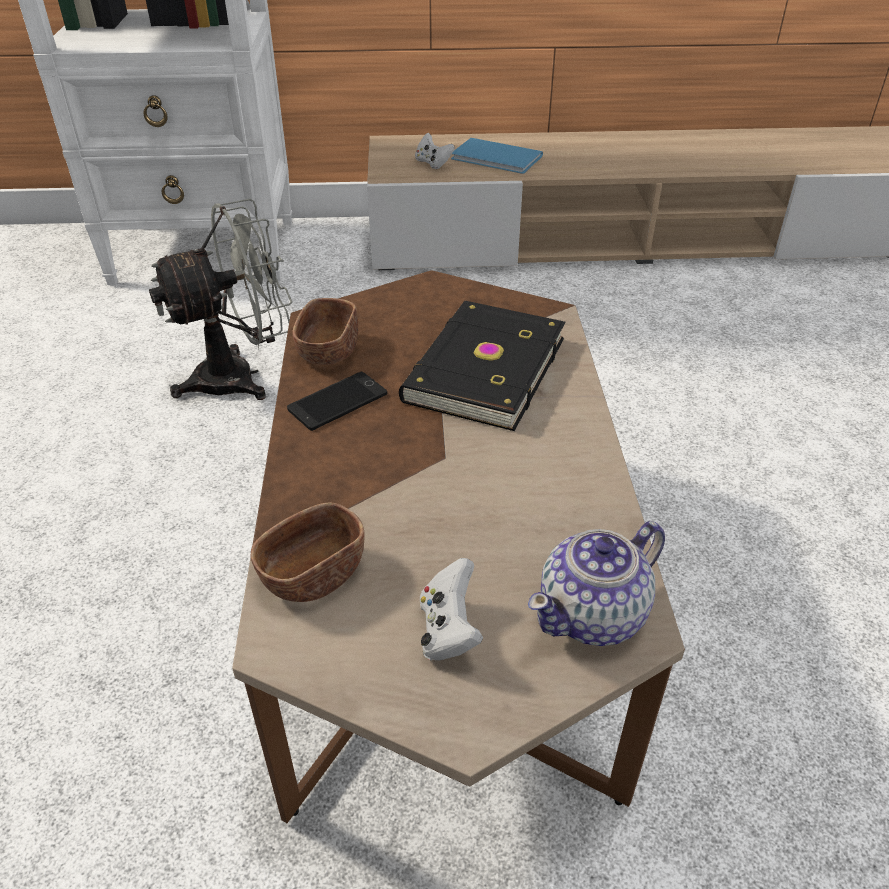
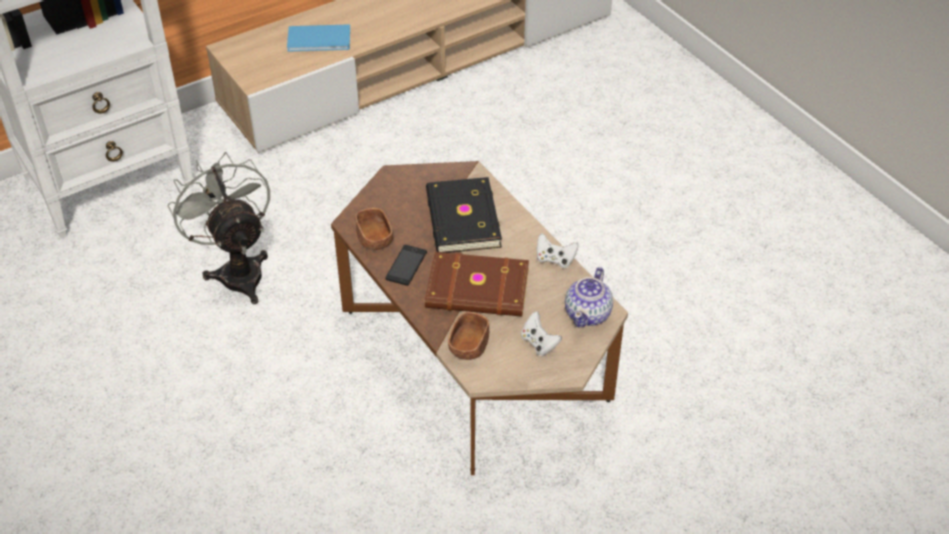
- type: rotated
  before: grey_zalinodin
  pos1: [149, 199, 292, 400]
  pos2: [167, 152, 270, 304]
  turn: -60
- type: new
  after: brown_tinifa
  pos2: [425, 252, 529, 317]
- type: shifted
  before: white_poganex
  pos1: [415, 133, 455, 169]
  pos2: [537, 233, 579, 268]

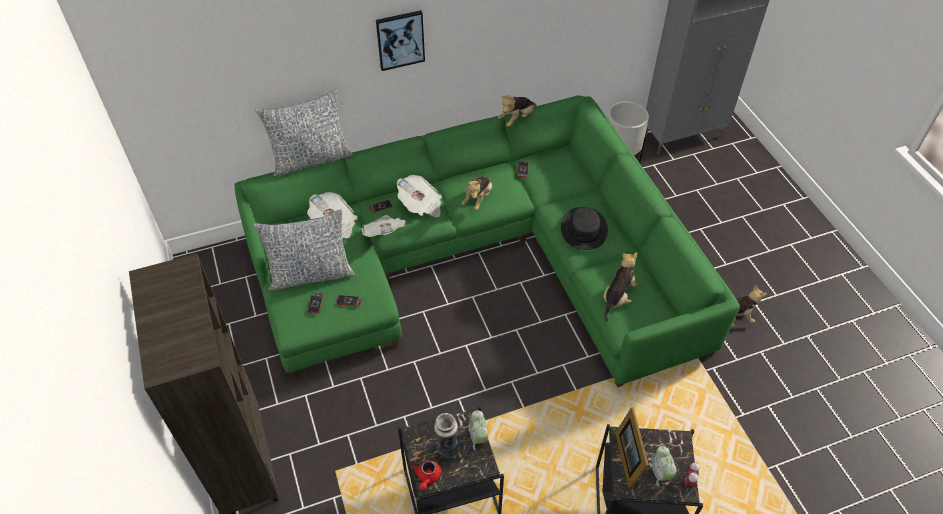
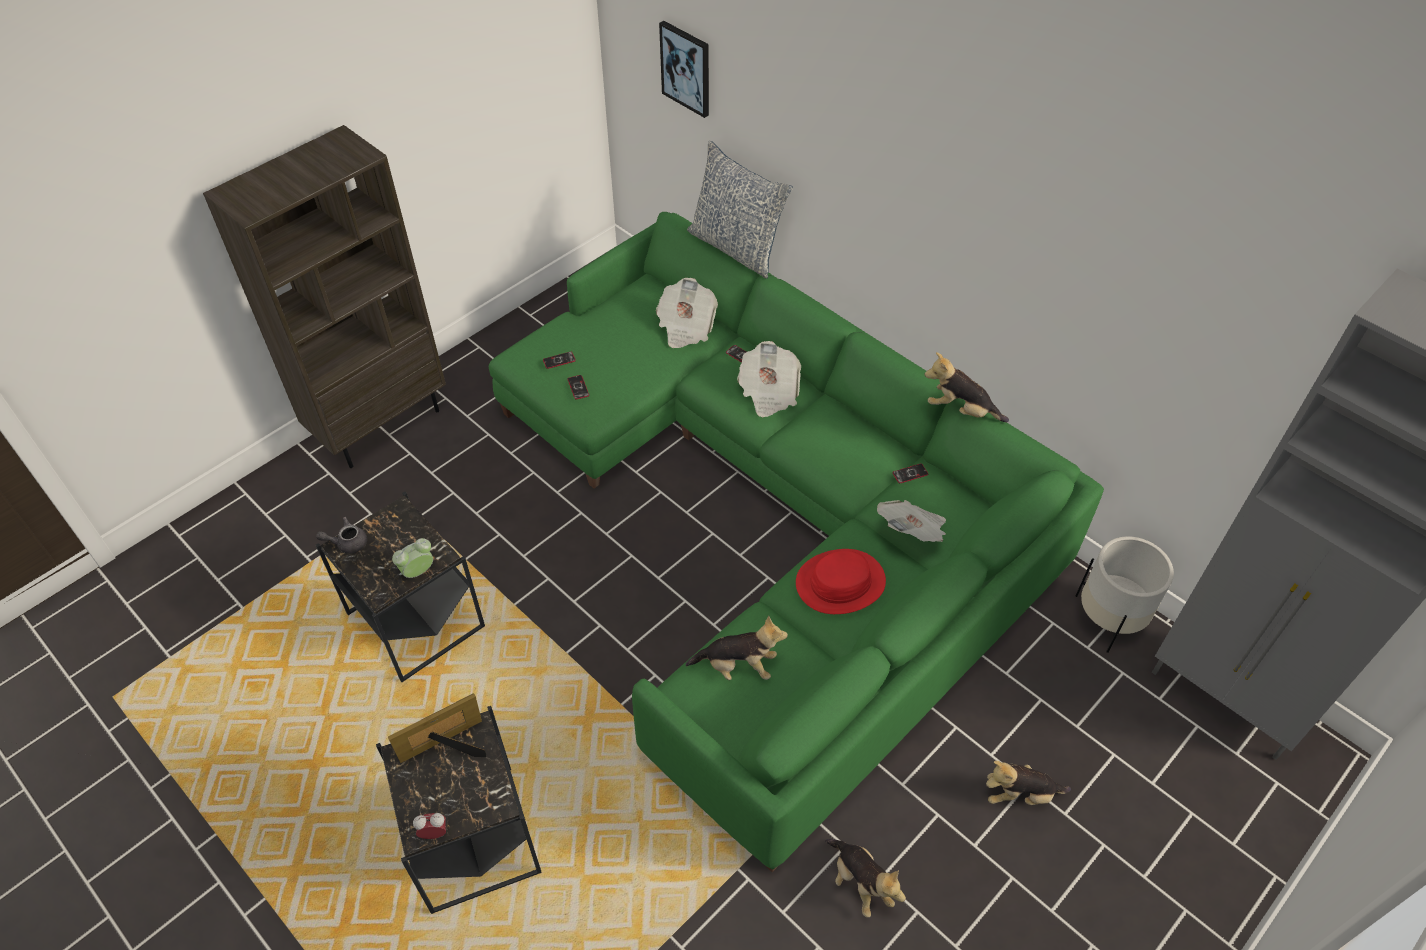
- type: repainted
  before: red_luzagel
  after: grey_luzagel
  pos1: [411, 460, 441, 490]
  pos2: [316, 517, 367, 554]
- type: shifted
  before: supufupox
  pos1: [376, 10, 425, 71]
  pos2: [659, 21, 709, 118]
- type: repainted
  before: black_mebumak
  after: red_mebumak
  pos1: [561, 207, 608, 250]
  pos2: [796, 549, 886, 614]
- type: shifted
  before: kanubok
  pos1: [361, 215, 406, 237]
  pos2: [877, 500, 946, 542]
- type: shifted
  before: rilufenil
  pos1: [462, 176, 492, 210]
  pos2: [986, 760, 1071, 805]
- type: gone
  before: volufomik
  pos1: [253, 209, 355, 290]
- type: gone
  before: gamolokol
  pos1: [434, 413, 459, 458]
- type: gone
  before: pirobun
  pos1: [649, 446, 677, 487]

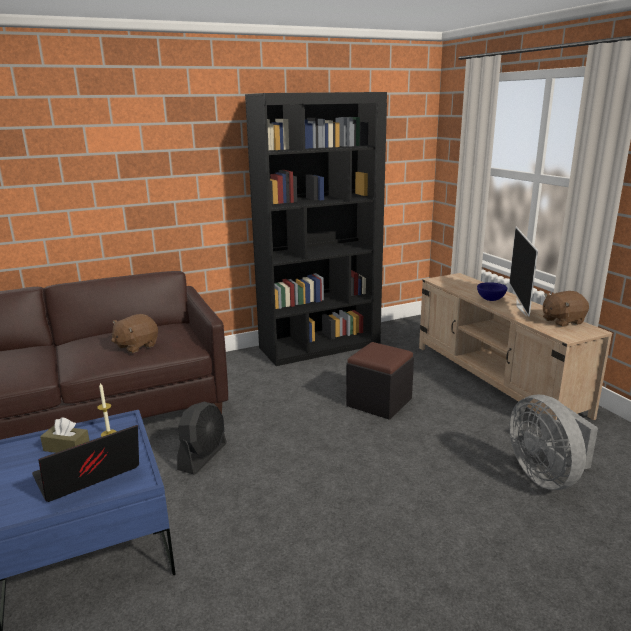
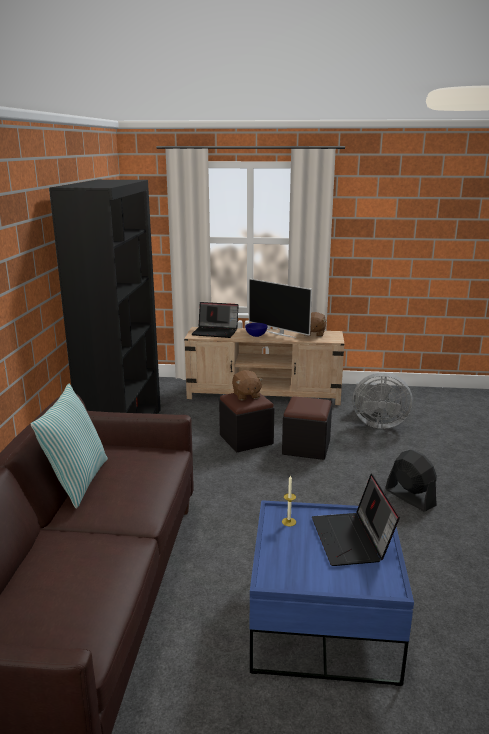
- type: new
  after: volufomik
  pos2: [31, 384, 108, 508]
- type: new
  after: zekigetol
  pos2: [192, 302, 239, 338]
- type: shifted
  before: brown_rilufenil
  pos1: [111, 314, 158, 353]
  pos2: [232, 370, 263, 401]
- type: new
  after: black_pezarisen
  pos2: [282, 396, 332, 460]
- type: shifted
  before: black_zalinodin
  pos1: [177, 402, 227, 475]
  pos2: [385, 450, 437, 512]
- type: gone
  before: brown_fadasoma
  pos1: [40, 417, 90, 453]

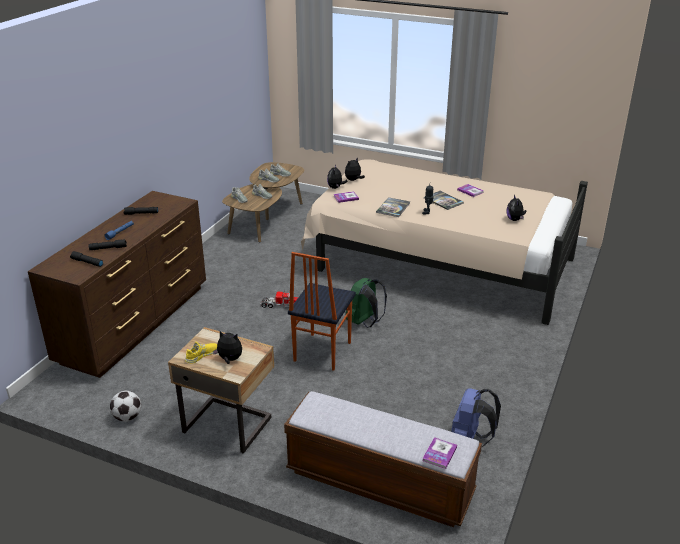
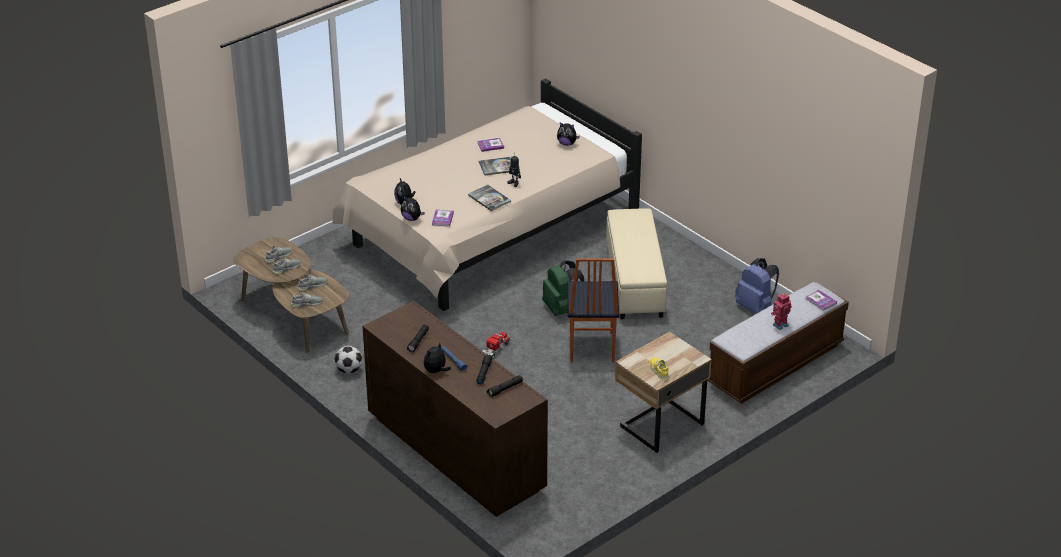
- type: shifted
  before: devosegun
  pos1: [110, 391, 141, 422]
  pos2: [335, 346, 362, 374]
- type: shifted
  before: rilufenil
  pos1: [213, 331, 242, 364]
  pos2: [424, 343, 451, 373]
- type: rotated
  before: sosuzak
  pos1: [288, 252, 356, 371]
  pos2: [567, 258, 619, 363]
  turn: 45
- type: new
  after: beige_pezarisen
  pos2: [606, 208, 667, 319]
- type: new
  after: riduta
  pos2: [771, 293, 792, 330]

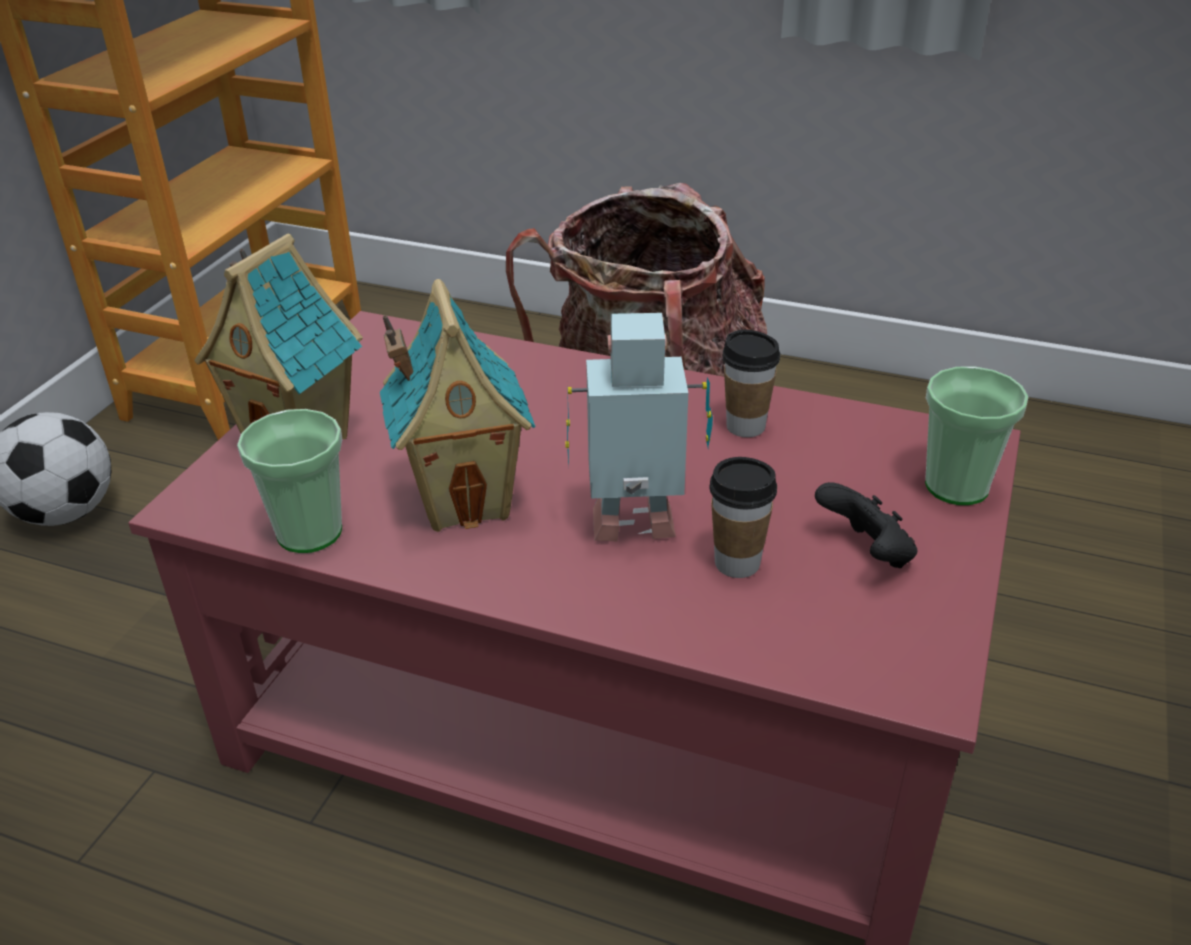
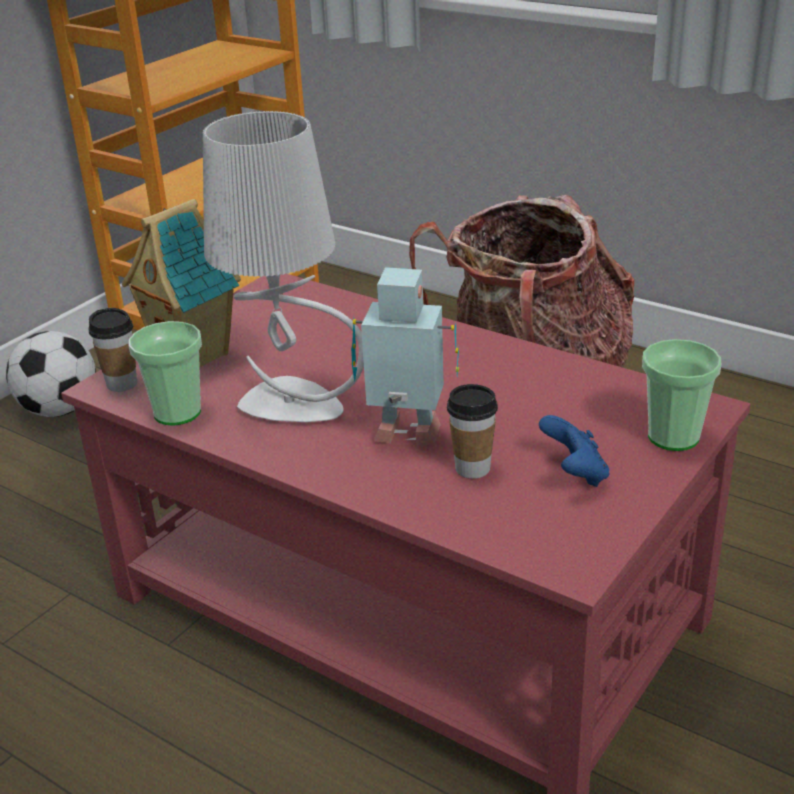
- type: shifted
  before: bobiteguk
  pos1: [723, 329, 780, 437]
  pos2: [88, 308, 137, 392]
- type: swapped
  before: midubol
  after: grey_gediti
  pos1: [380, 279, 535, 532]
  pos2: [203, 111, 364, 422]
- type: repainted
  before: black_poganex
  after: blue_poganex
  pos1: [815, 482, 917, 568]
  pos2: [539, 415, 609, 487]

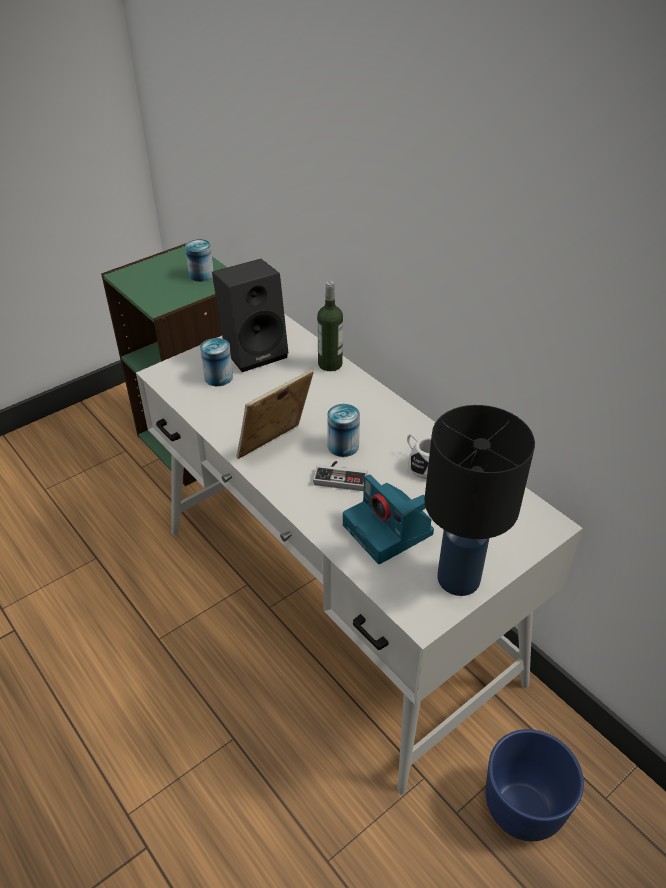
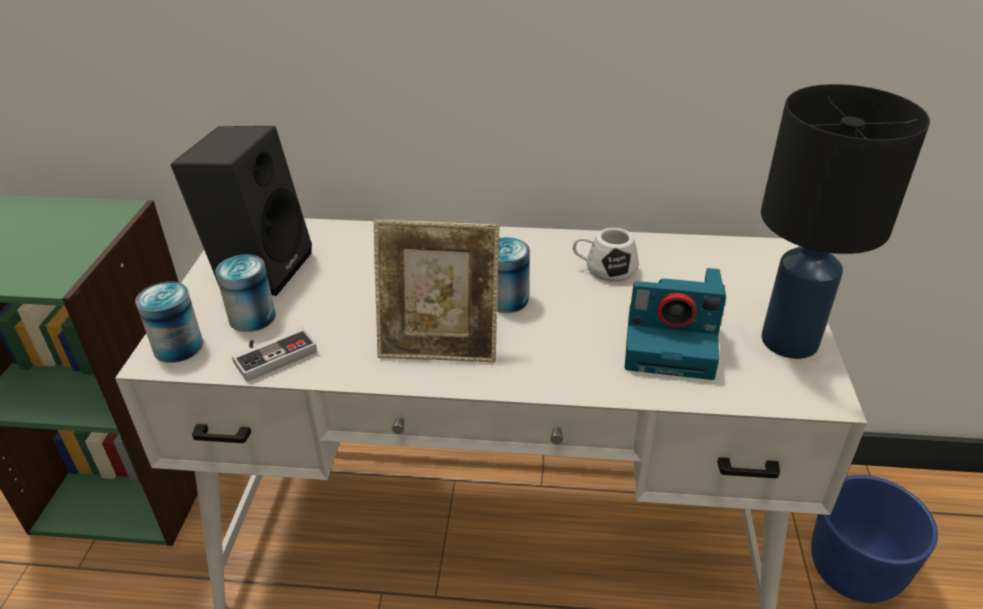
- type: shifted
  before: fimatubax
  pos1: [185, 239, 214, 282]
  pos2: [135, 281, 203, 363]
- type: shifted
  before: poganex
  pos1: [313, 461, 367, 491]
  pos2: [232, 327, 317, 382]
- type: rotated
  before: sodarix
  pos1: [236, 370, 314, 459]
  pos2: [374, 220, 500, 363]
  turn: -90
- type: gone
  before: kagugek
  pos1: [317, 281, 343, 371]

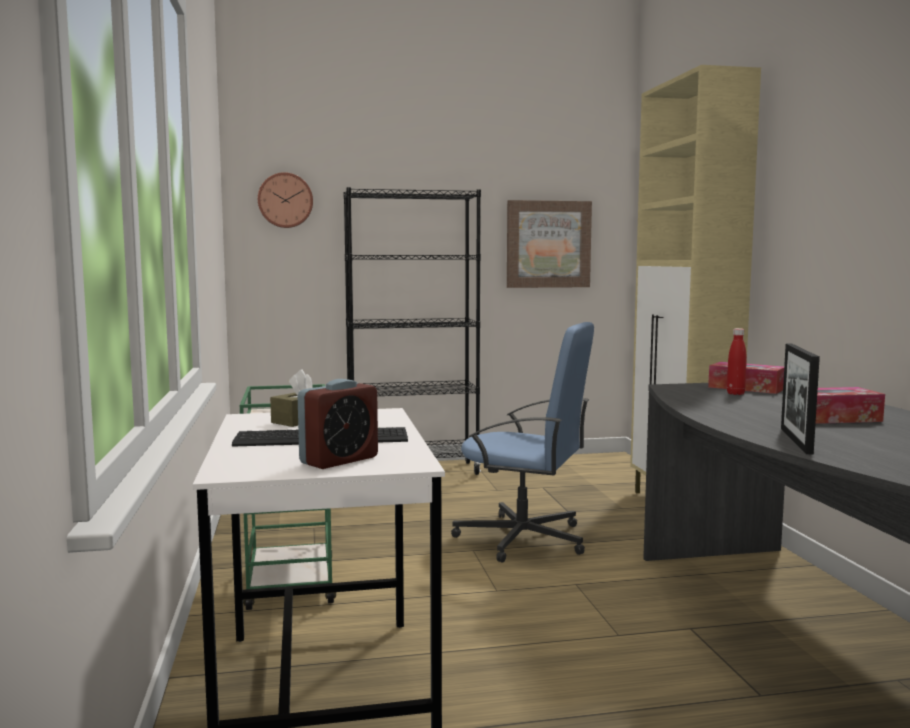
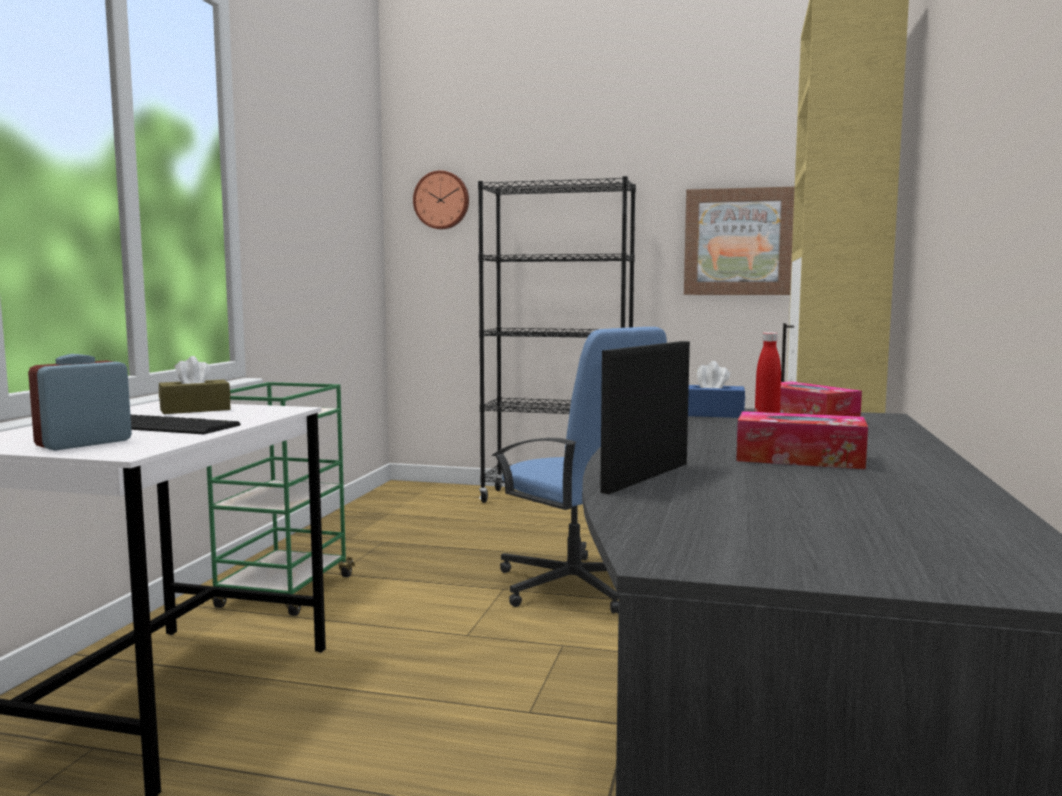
- type: rotated
  before: pirobun
  pos1: [298, 379, 378, 469]
  pos2: [28, 354, 132, 451]
  turn: 150
- type: new
  after: blue_fadasoma
  pos2: [688, 361, 745, 418]

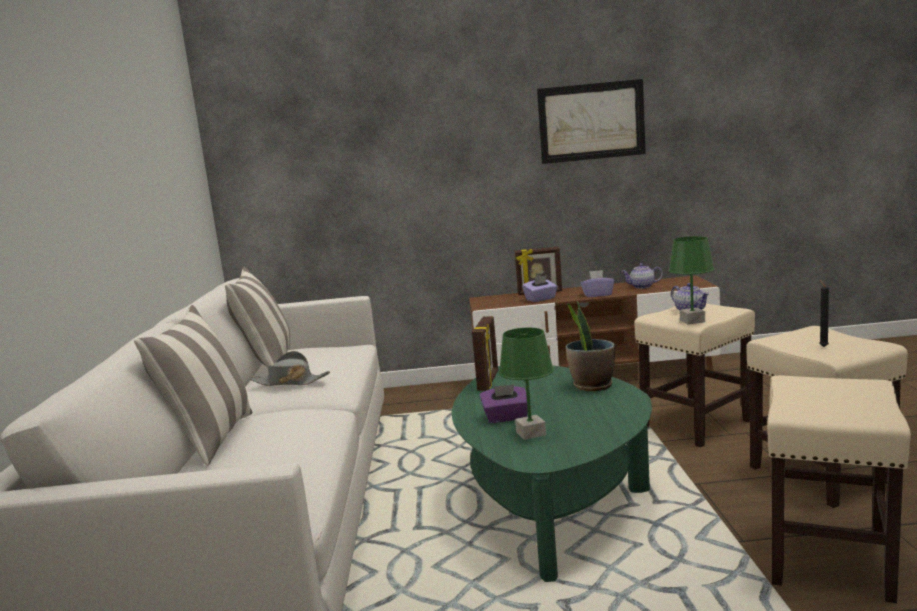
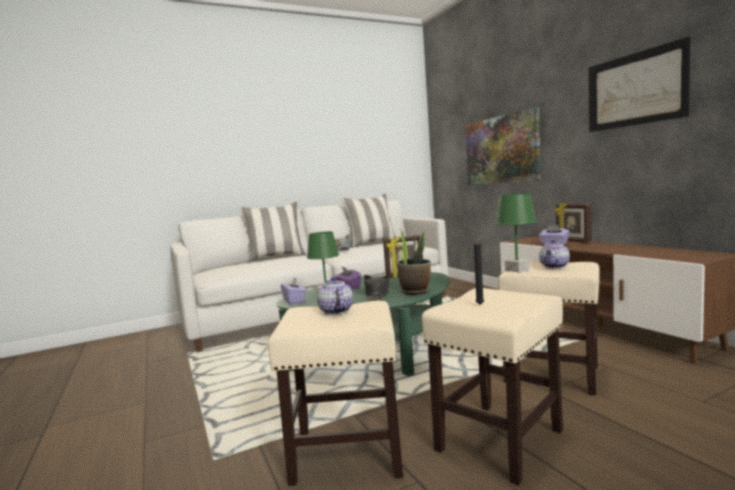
- type: shifted
  before: purple_fadasoma
  pos1: [580, 270, 614, 297]
  pos2: [281, 277, 306, 305]
- type: shifted
  before: luzagel
  pos1: [621, 263, 663, 289]
  pos2: [317, 277, 353, 315]
- type: new
  after: black_mebumak
  pos2: [364, 275, 390, 300]
- type: new
  after: supufupox
  pos2: [465, 107, 541, 185]

